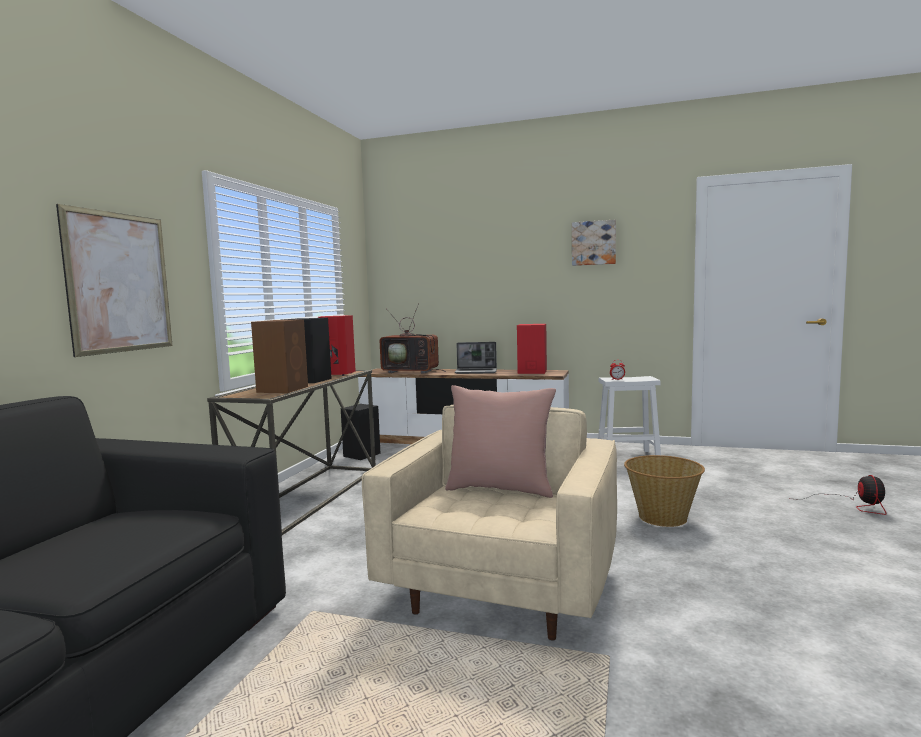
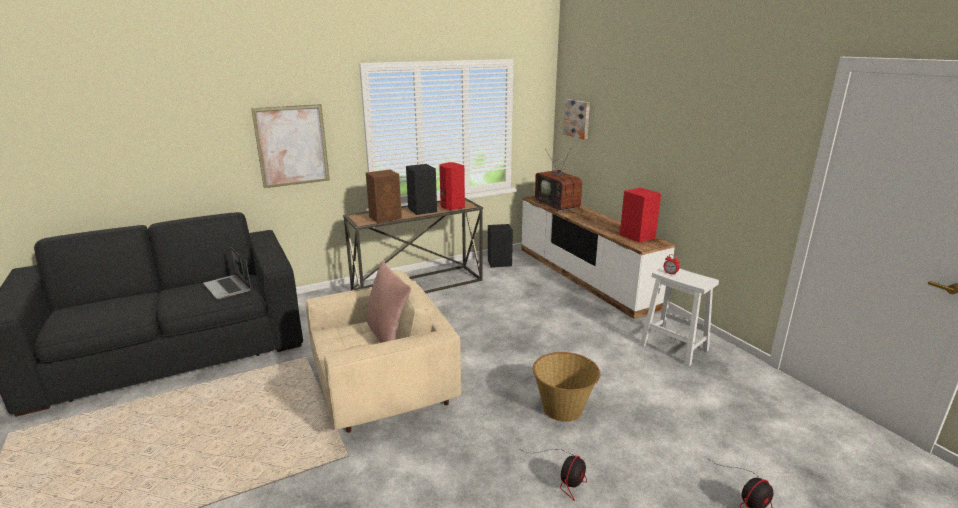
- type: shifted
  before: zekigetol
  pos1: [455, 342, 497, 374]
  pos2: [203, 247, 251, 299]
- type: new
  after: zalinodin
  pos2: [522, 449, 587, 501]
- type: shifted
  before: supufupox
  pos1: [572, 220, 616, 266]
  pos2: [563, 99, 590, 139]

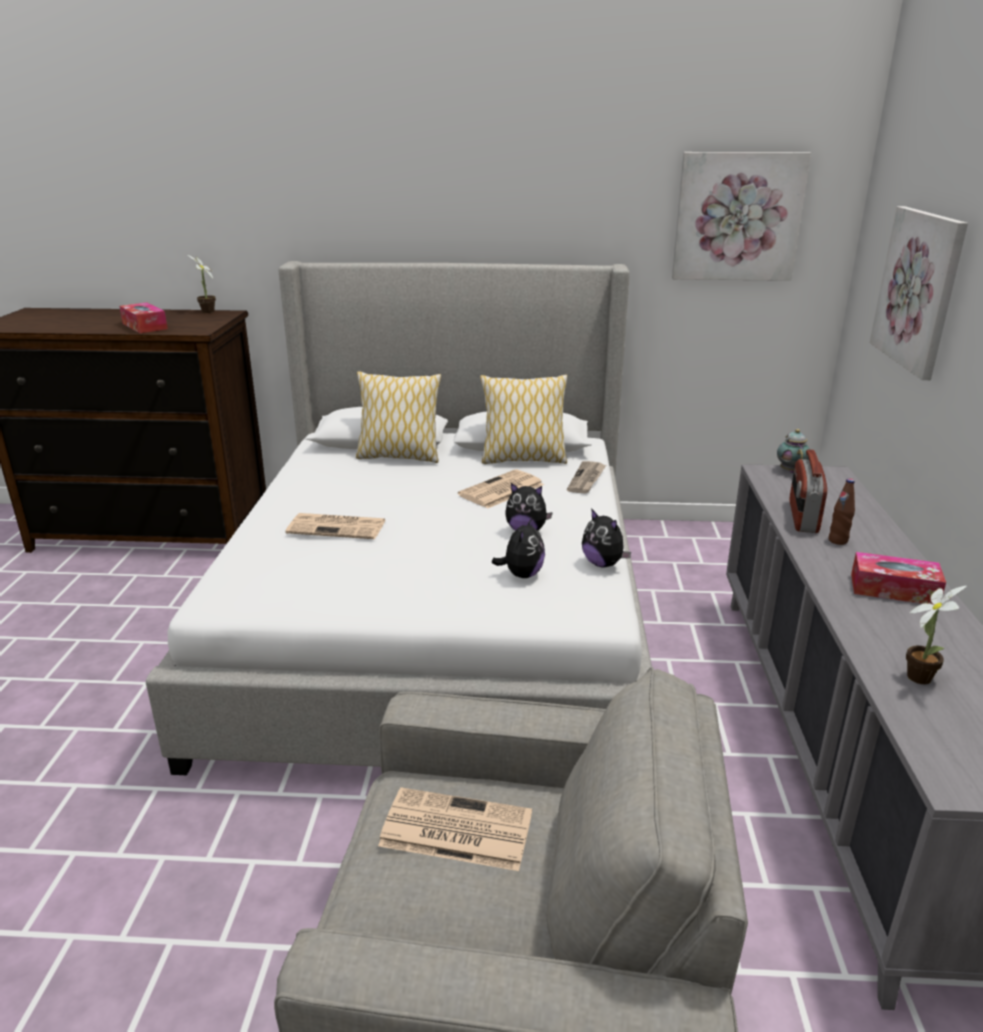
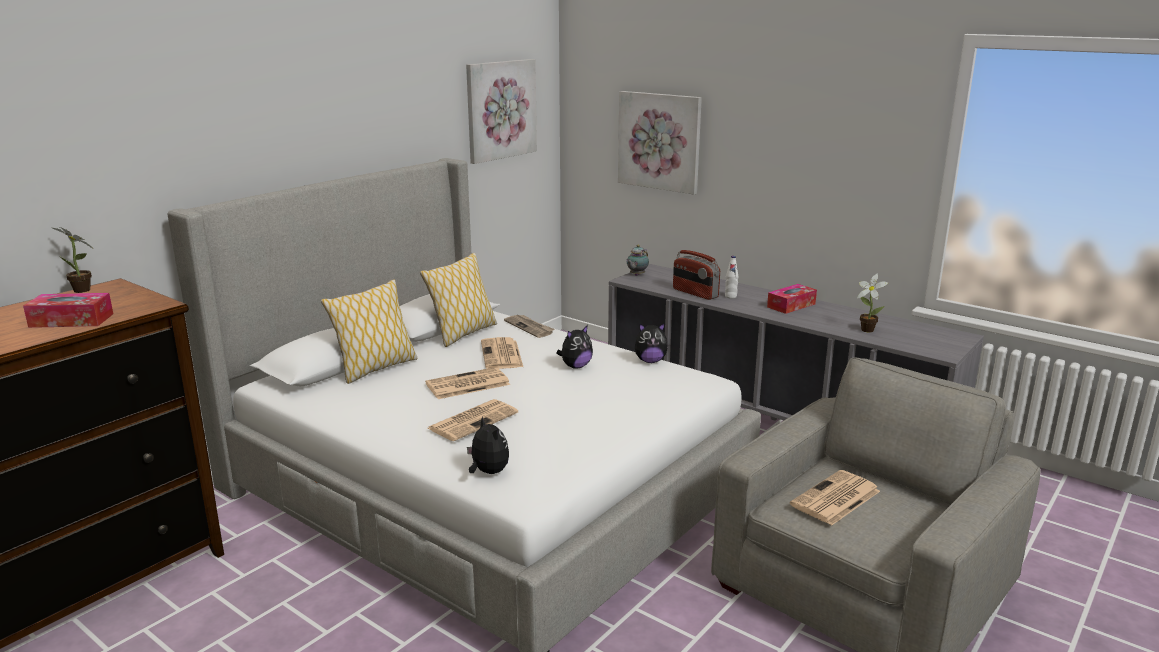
- type: new
  after: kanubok
  pos2: [425, 367, 510, 399]
- type: shifted
  before: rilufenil
  pos1: [492, 516, 545, 578]
  pos2: [467, 416, 509, 474]
- type: rotated
  before: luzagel
  pos1: [777, 429, 810, 473]
  pos2: [626, 245, 649, 276]
  turn: -90
- type: repainted
  before: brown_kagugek
  after: white_kagugek
  pos1: [828, 479, 855, 545]
  pos2: [725, 256, 738, 299]

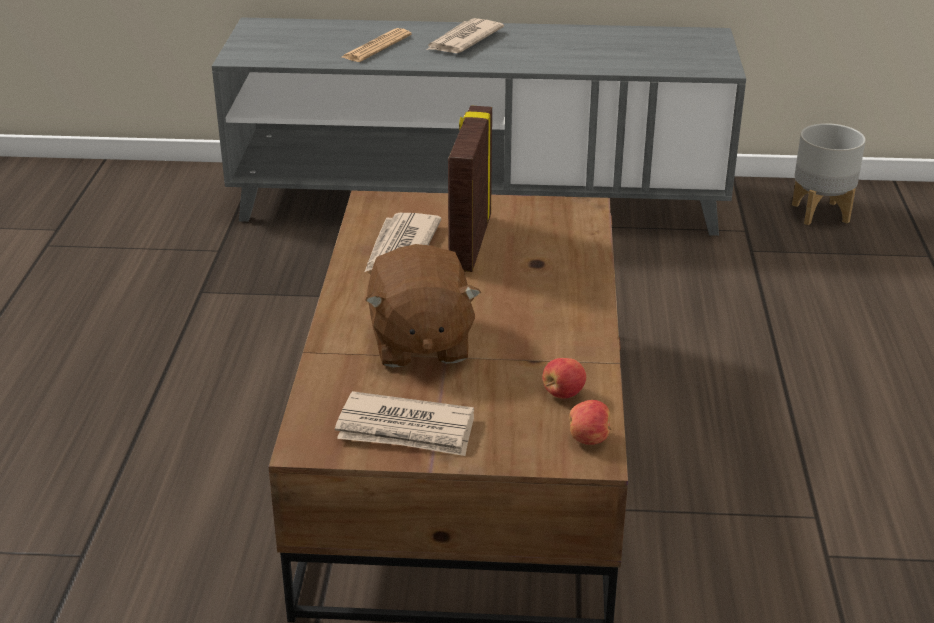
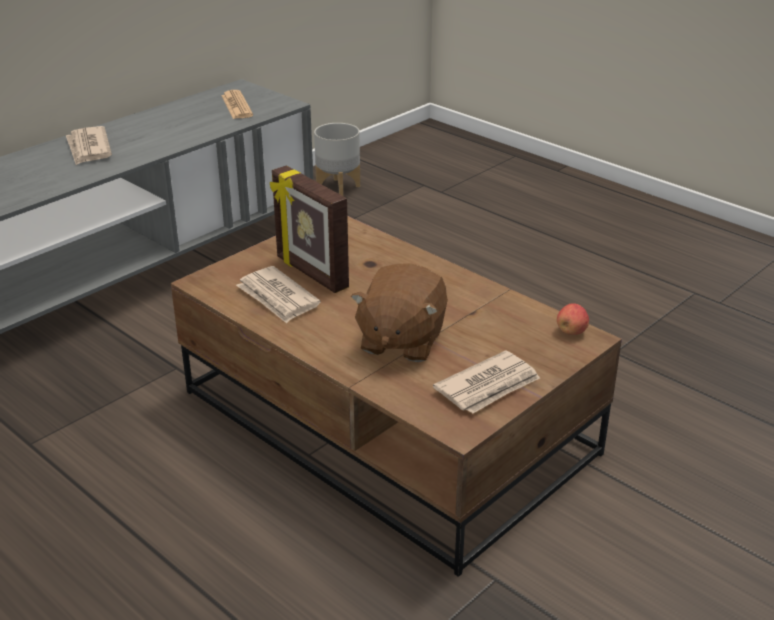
- type: shifted
  before: kanubok
  pos1: [342, 28, 412, 62]
  pos2: [221, 90, 253, 119]
- type: rotated
  before: brown_rilufenil
  pos1: [365, 244, 481, 368]
  pos2: [351, 264, 448, 362]
  turn: 75
- type: gone
  before: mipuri
  pos1: [542, 358, 586, 399]

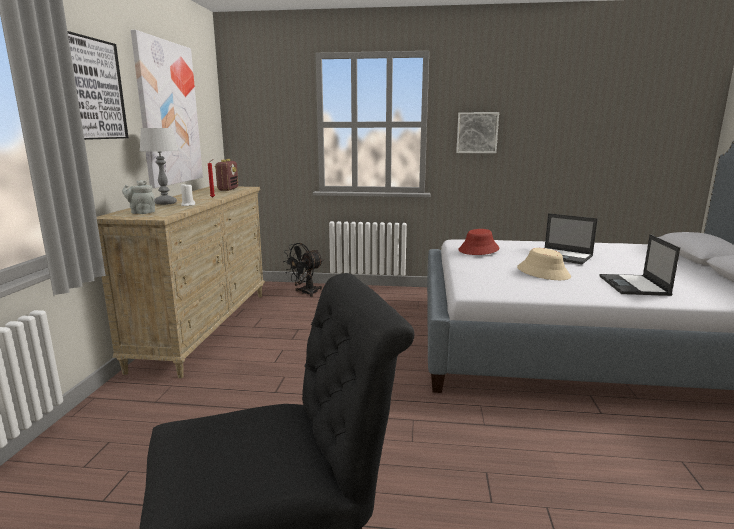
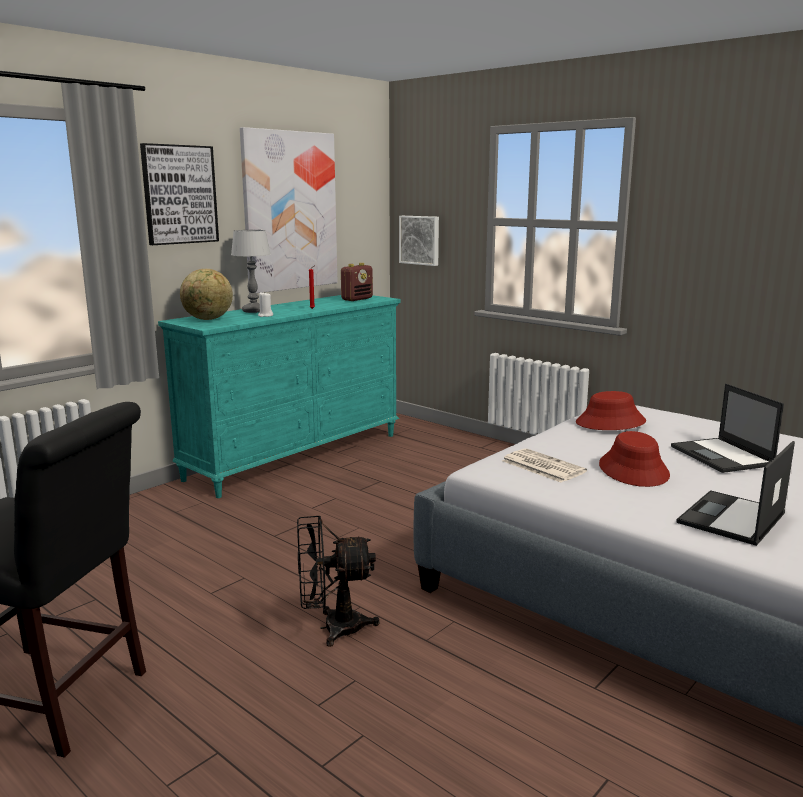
- type: repainted
  before: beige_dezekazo
  after: turquoise_dezekazo
  pos1: [97, 186, 265, 378]
  pos2: [158, 295, 400, 498]
- type: swapped
  before: grey_luzagel
  after: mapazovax
  pos1: [122, 180, 155, 214]
  pos2: [180, 269, 233, 320]
- type: shifted
  before: black_zalinodin
  pos1: [283, 243, 323, 297]
  pos2: [297, 516, 380, 647]
- type: shifted
  before: supufupox
  pos1: [456, 112, 499, 153]
  pos2: [399, 216, 439, 266]
- type: new
  after: kanubok
  pos2: [502, 448, 587, 483]
- type: repainted
  before: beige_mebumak
  after: red_mebumak
  pos1: [517, 248, 571, 280]
  pos2: [599, 431, 670, 487]

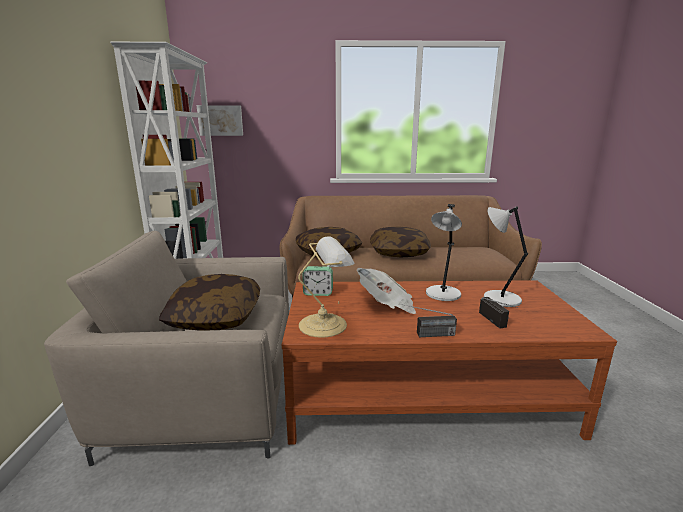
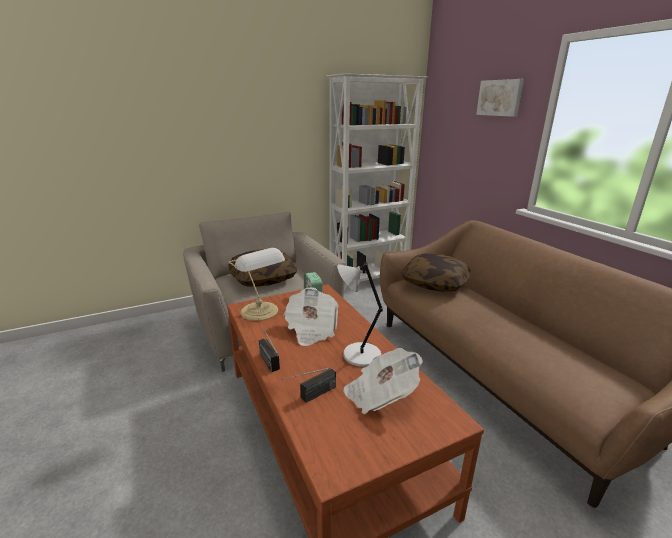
- type: swapped
  before: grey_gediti
  after: kanubok
  pos1: [484, 207, 528, 307]
  pos2: [343, 348, 423, 414]
- type: shifted
  before: supufupox
  pos1: [197, 105, 243, 136]
  pos2: [476, 79, 524, 117]
- type: gone
  before: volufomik
  pos1: [370, 226, 431, 258]

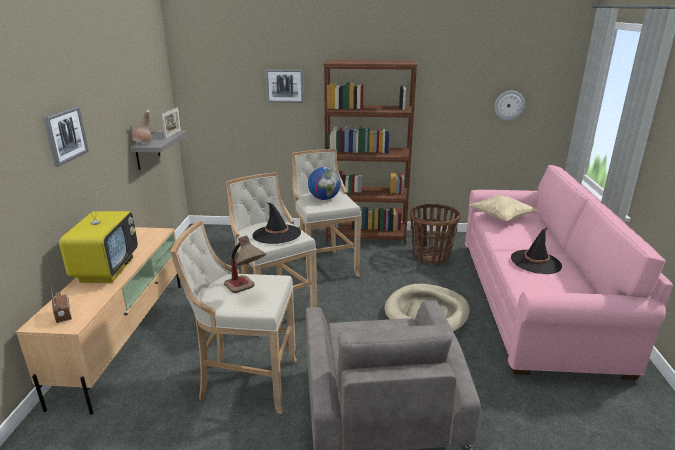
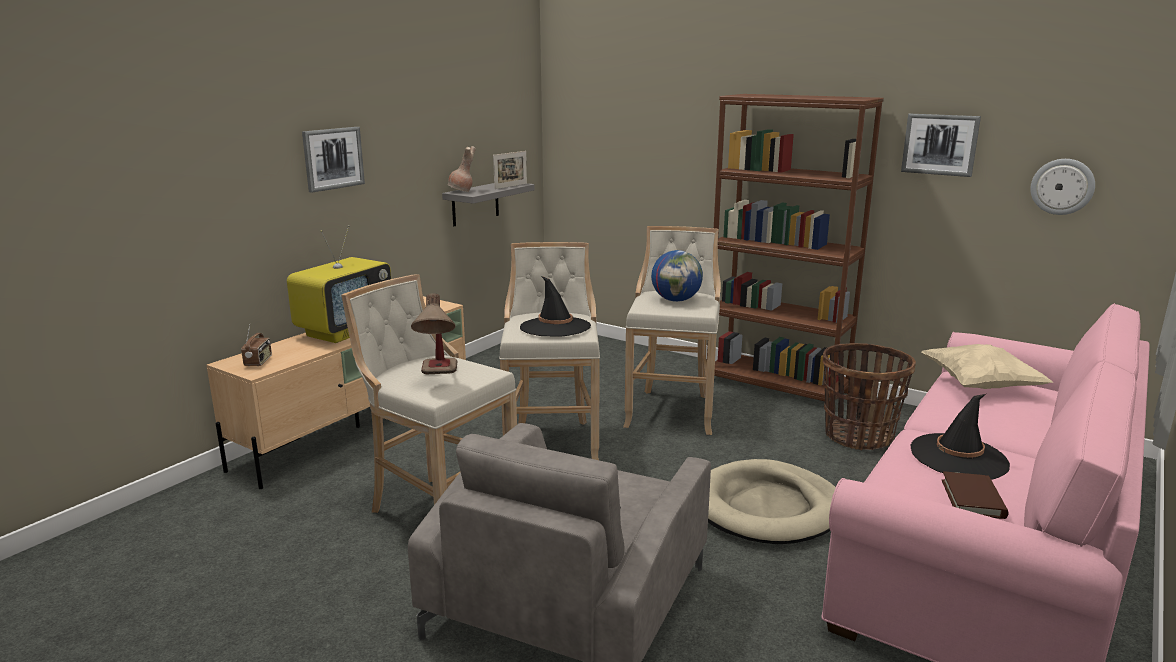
- type: shifted
  before: supufupox
  pos1: [265, 69, 304, 103]
  pos2: [901, 114, 981, 177]
- type: new
  after: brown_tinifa
  pos2: [942, 471, 1008, 519]

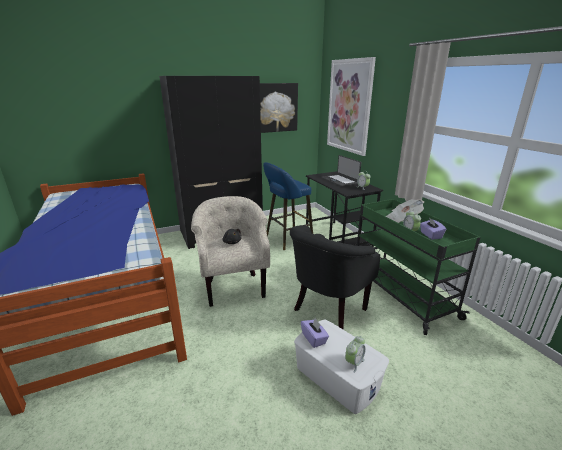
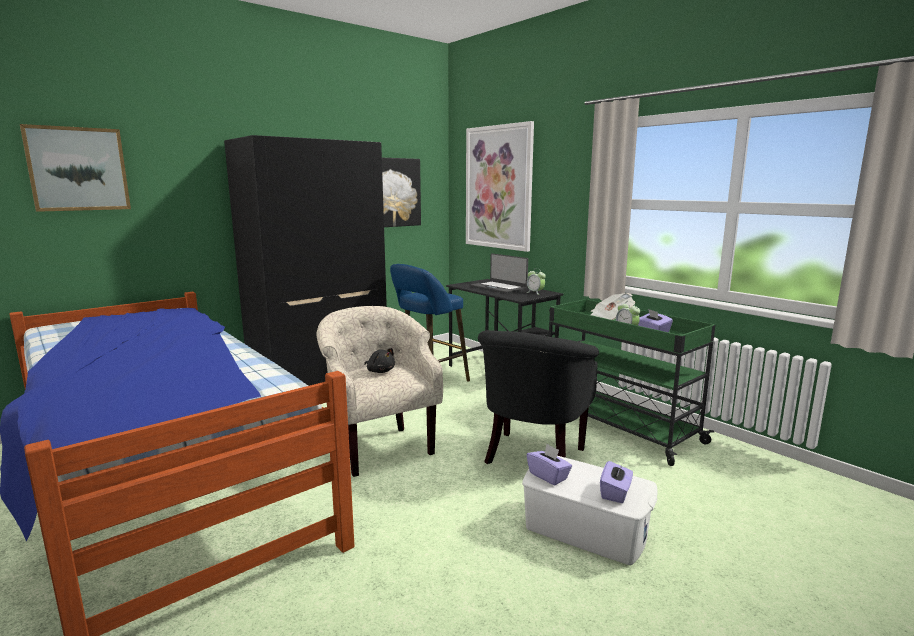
- type: new
  after: supufupox
  pos2: [20, 124, 131, 212]
- type: swapped
  before: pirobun
  after: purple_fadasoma
  pos1: [345, 336, 366, 373]
  pos2: [600, 461, 633, 503]

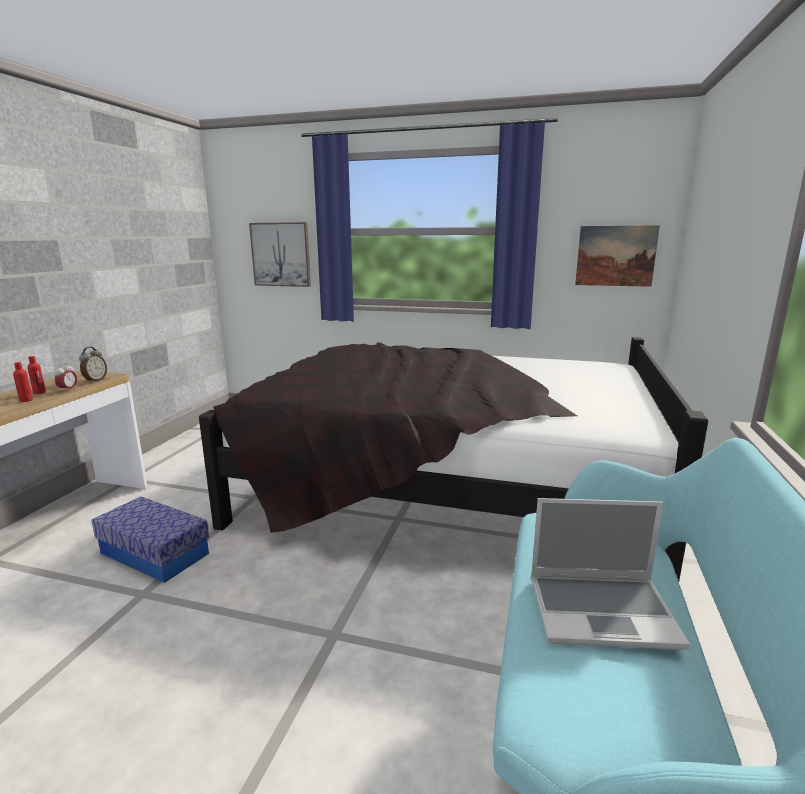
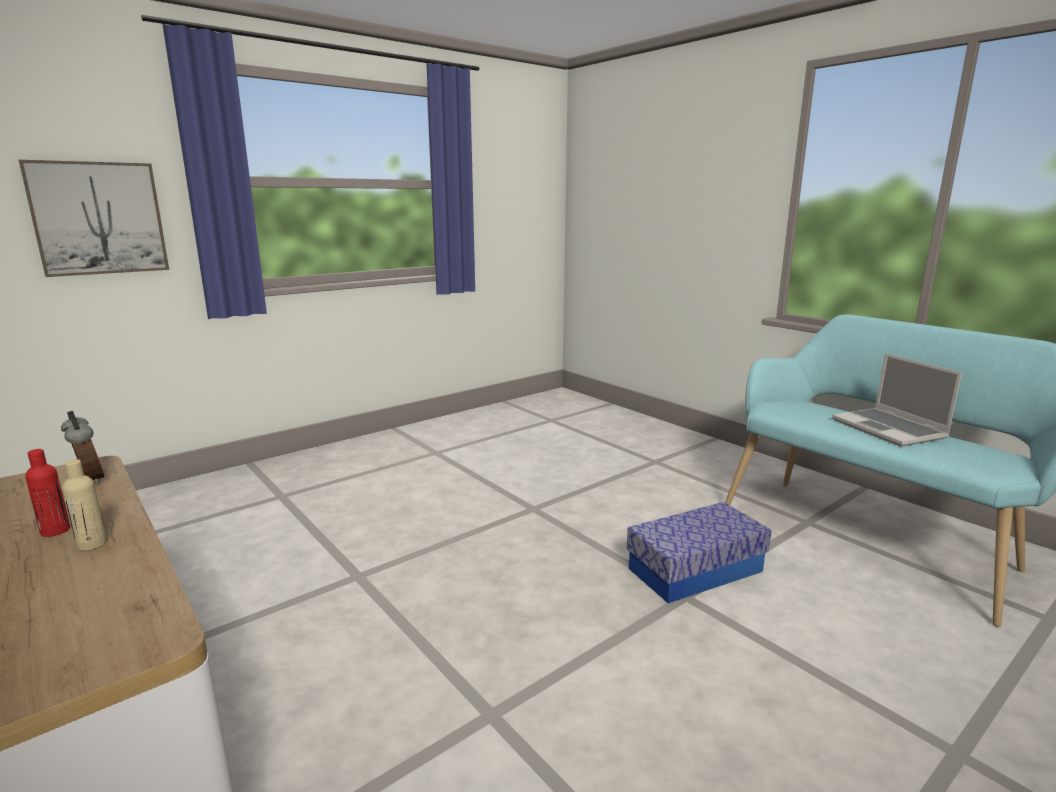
- type: repainted
  before: red_kagugek
  after: beige_kagugek
  pos1: [13, 362, 33, 402]
  pos2: [62, 459, 107, 551]
- type: shifted
  before: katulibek
  pos1: [91, 497, 209, 583]
  pos2: [627, 502, 771, 603]
- type: rotated
  before: zekigetol
  pos1: [531, 498, 690, 650]
  pos2: [832, 353, 962, 447]
  turn: 120
- type: gone
  before: pirobun
  pos1: [55, 363, 77, 392]
- type: gone
  before: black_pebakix
  pos1: [199, 337, 708, 581]
- type: gone
  before: supufupox
  pos1: [575, 225, 660, 287]

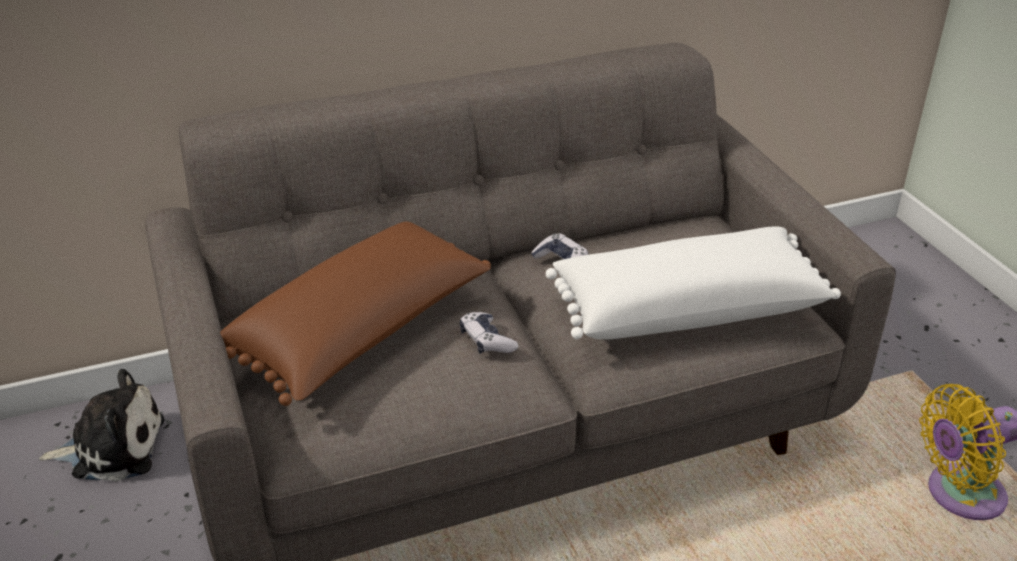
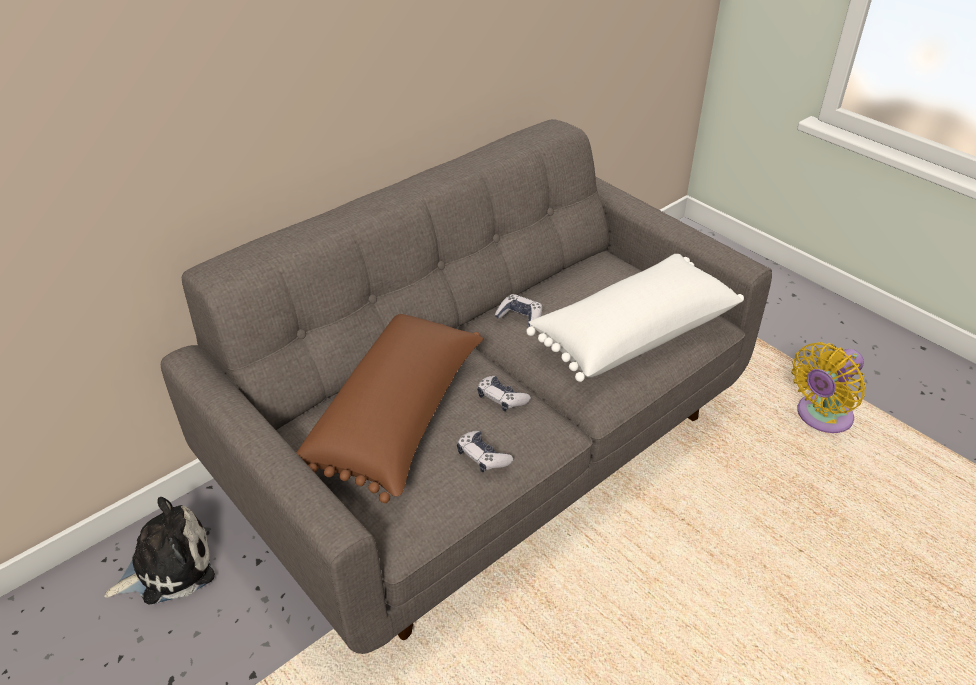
- type: new
  after: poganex
  pos2: [457, 431, 513, 473]

